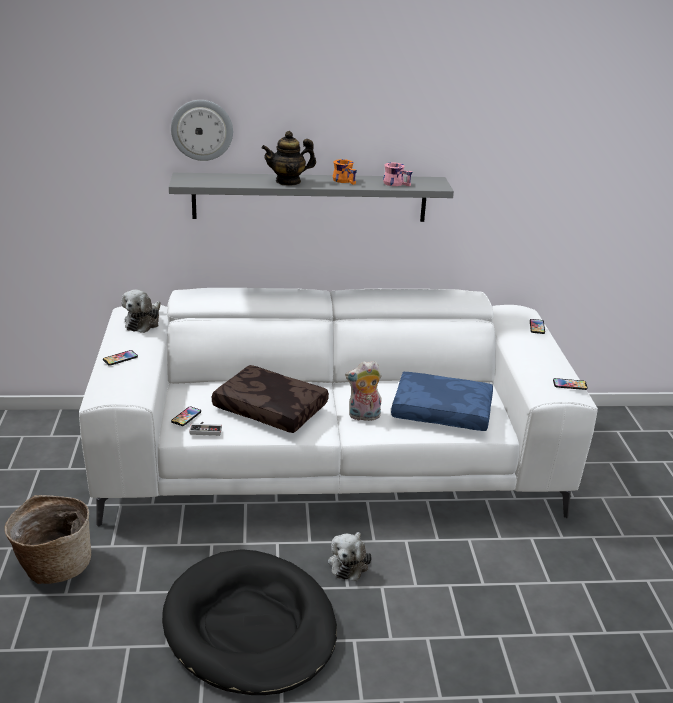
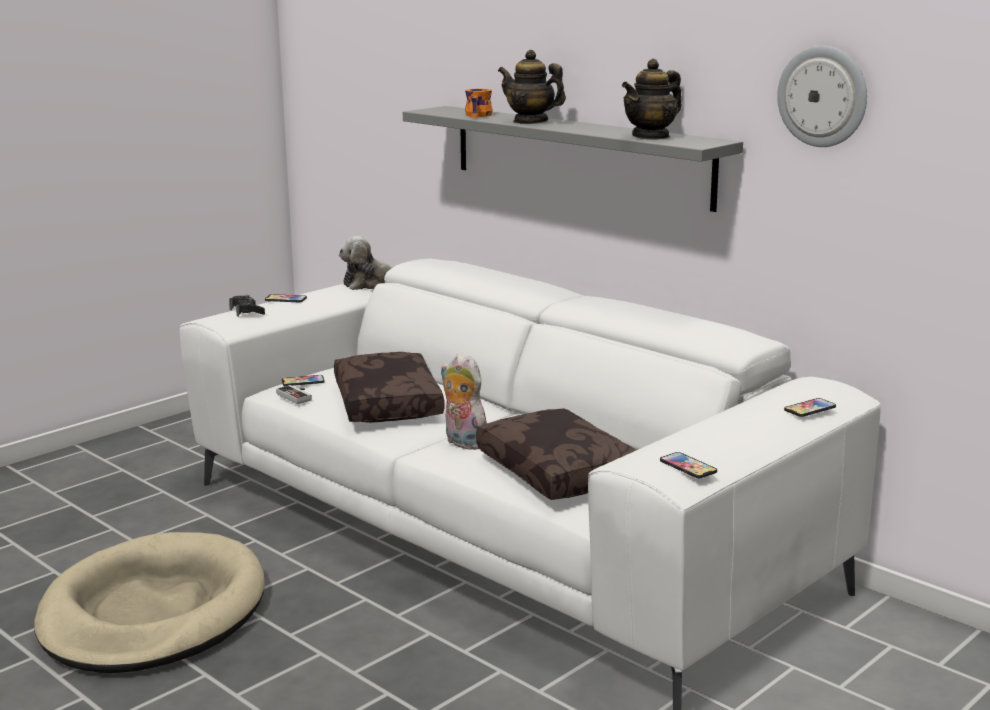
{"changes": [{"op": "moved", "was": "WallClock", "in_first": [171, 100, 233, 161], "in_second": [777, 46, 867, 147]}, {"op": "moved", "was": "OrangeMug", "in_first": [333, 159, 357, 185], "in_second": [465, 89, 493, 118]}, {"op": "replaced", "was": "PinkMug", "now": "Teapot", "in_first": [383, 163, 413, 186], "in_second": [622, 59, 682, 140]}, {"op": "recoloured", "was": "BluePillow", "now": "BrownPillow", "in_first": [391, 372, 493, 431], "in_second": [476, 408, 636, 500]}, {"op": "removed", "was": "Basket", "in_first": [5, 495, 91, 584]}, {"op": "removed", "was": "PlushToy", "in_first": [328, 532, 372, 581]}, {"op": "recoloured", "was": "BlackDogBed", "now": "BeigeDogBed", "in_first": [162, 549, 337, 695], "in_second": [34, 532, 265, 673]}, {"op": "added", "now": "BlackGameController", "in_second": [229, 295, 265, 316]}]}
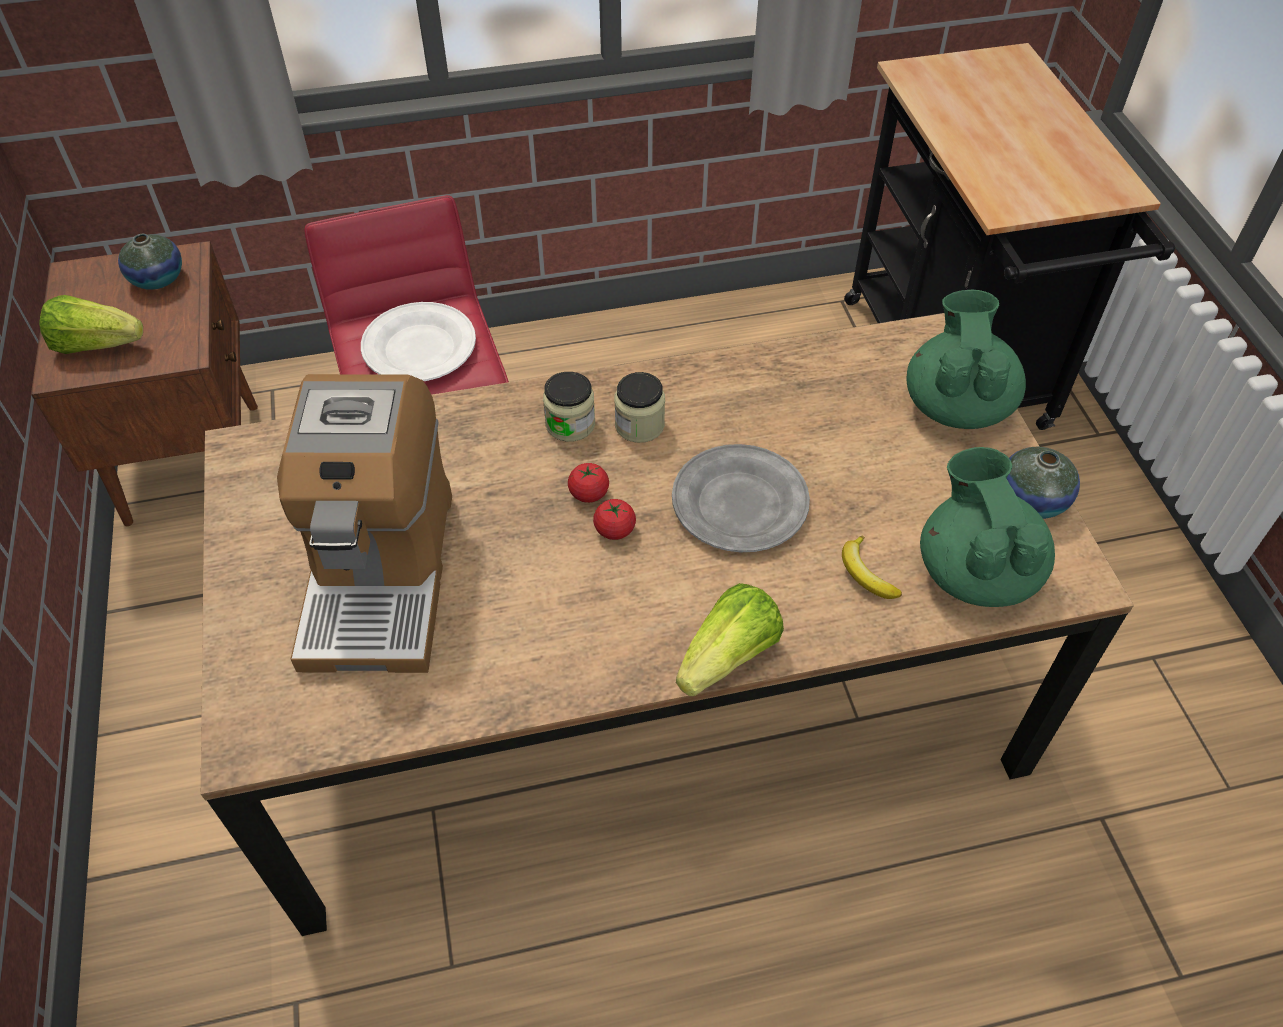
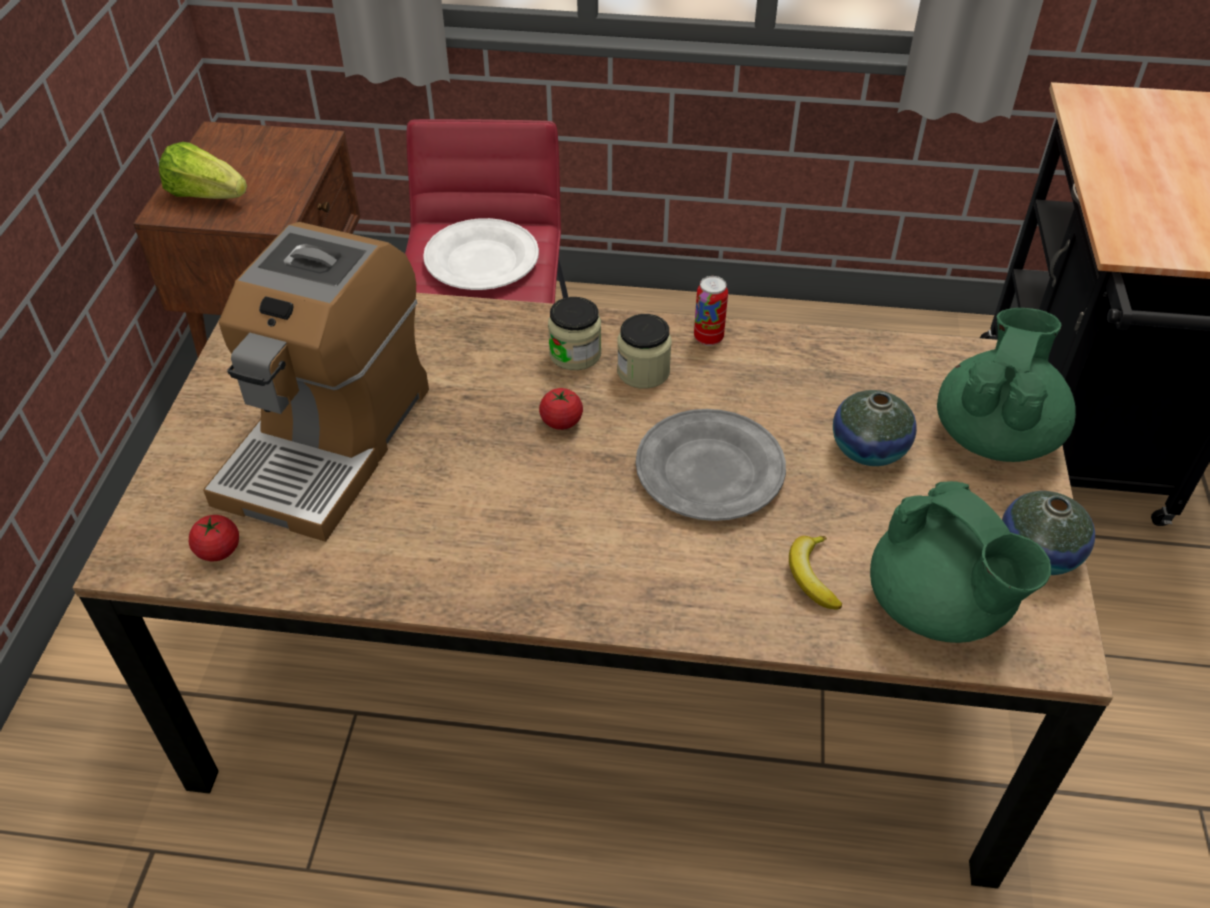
{"changes": [{"op": "moved", "was": "Vase", "in_first": [118, 234, 182, 290], "in_second": [833, 390, 917, 466]}, {"op": "turned", "was": "GreenTeapot", "in_first": [920, 447, 1055, 607], "in_second": [870, 481, 1051, 643], "clockwise": 135}, {"op": "moved", "was": "Tomato", "in_first": [593, 499, 636, 540], "in_second": [189, 515, 239, 561]}, {"op": "removed", "was": "Lettuce", "in_first": [676, 583, 784, 696]}, {"op": "added", "now": "Can", "in_second": [694, 276, 728, 346]}]}
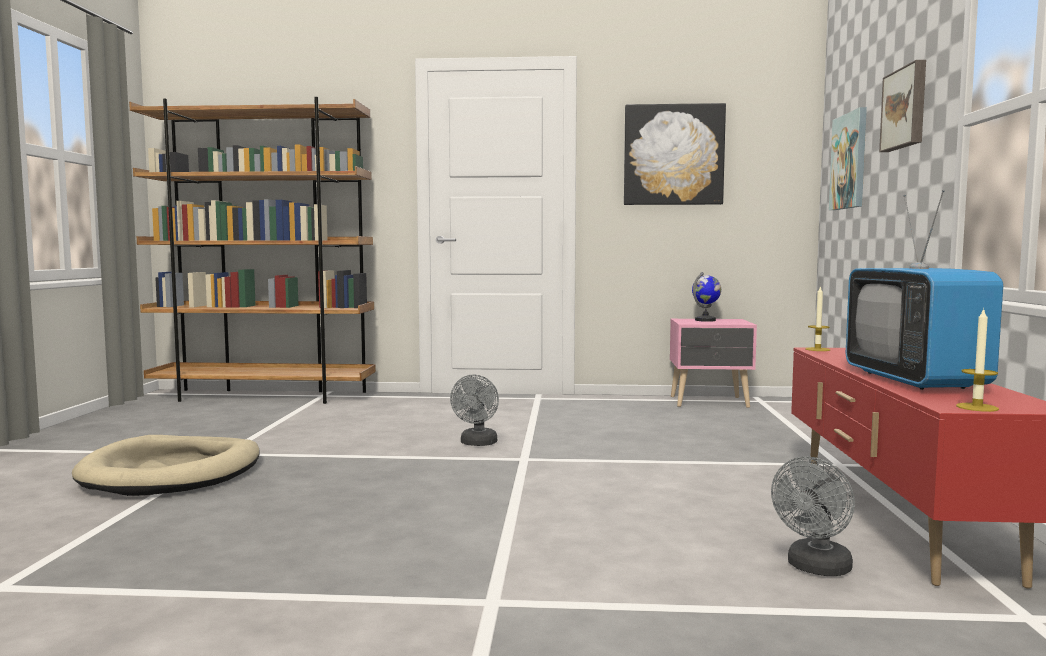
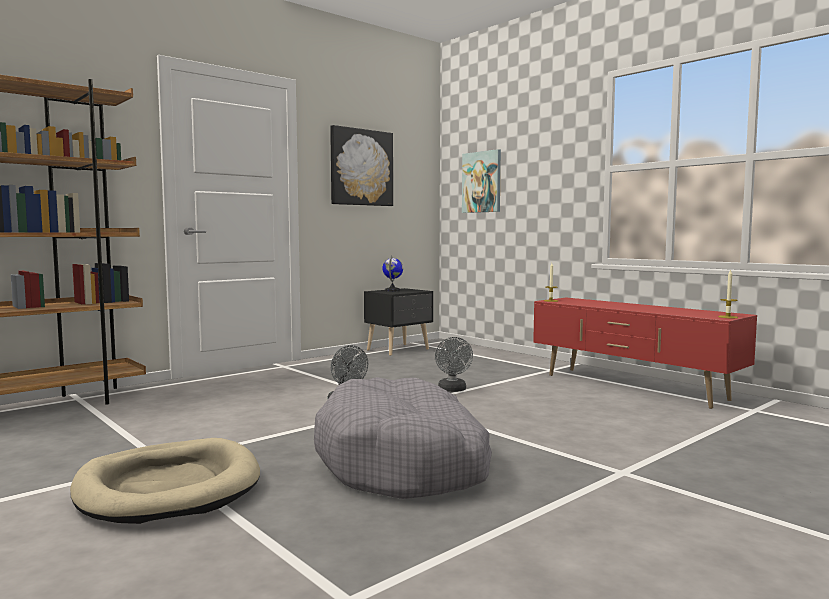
{"changes": [{"op": "removed", "was": "Picture", "in_first": [879, 60, 926, 152]}, {"op": "removed", "was": "Television", "in_first": [846, 190, 1003, 390]}, {"op": "recoloured", "was": "PinkNightstand", "now": "BlackNightstand", "in_first": [670, 319, 757, 408], "in_second": [364, 288, 433, 356]}, {"op": "moved", "was": "GreyFan", "in_first": [771, 456, 855, 576], "in_second": [435, 337, 473, 392]}, {"op": "added", "now": "GreyDogBed", "in_second": [314, 377, 492, 499]}]}
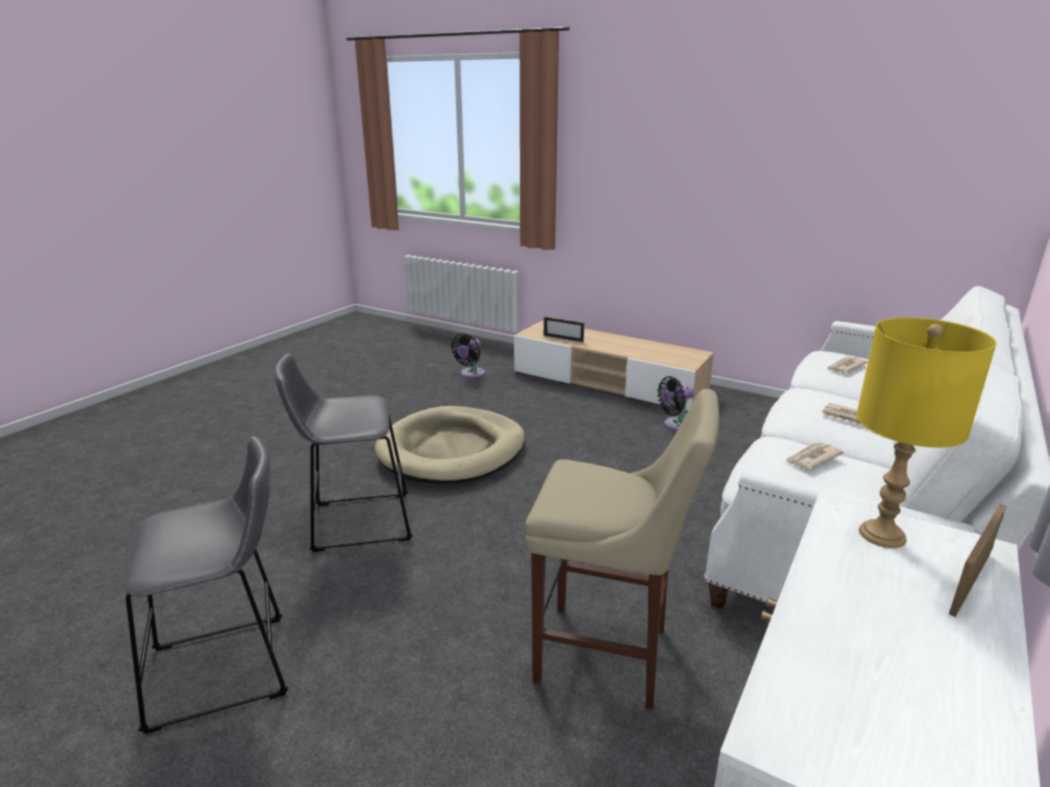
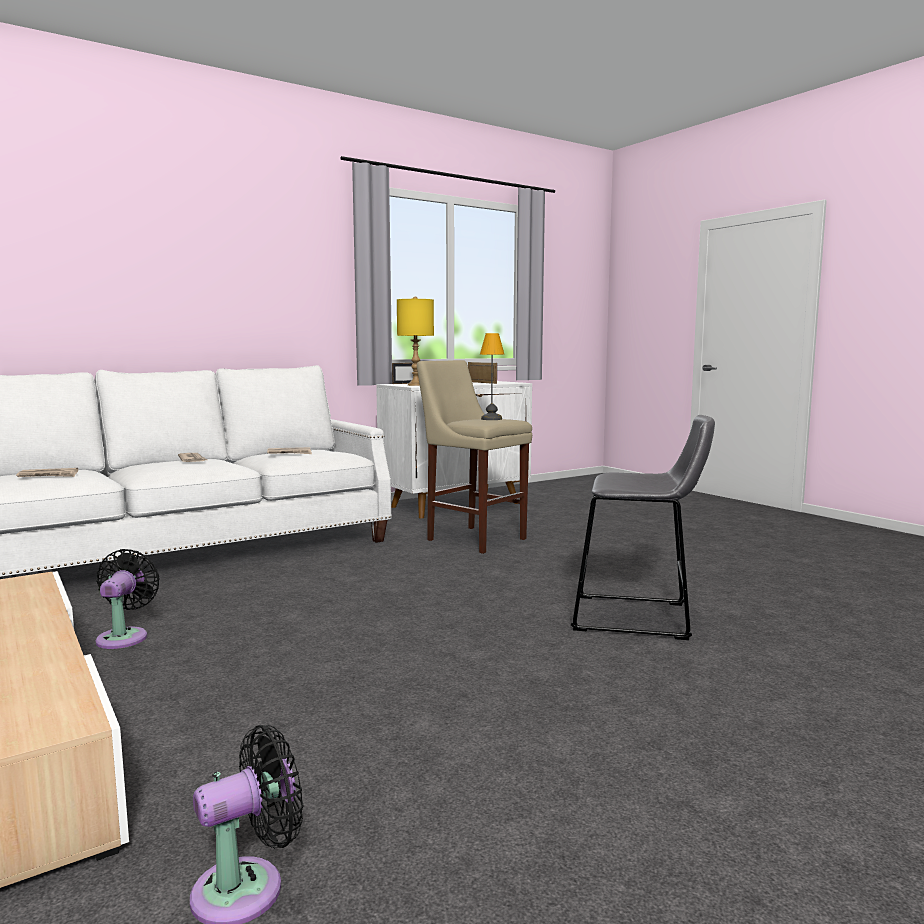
{"changes": [{"op": "moved", "was": "PictureFrame", "in_first": [544, 316, 584, 342], "in_second": [468, 362, 497, 384]}, {"op": "turned", "was": "BlackFan", "in_first": [657, 376, 694, 431], "in_second": [96, 549, 160, 649], "clockwise": -90}, {"op": "removed", "was": "BeigeDogBed", "in_first": [375, 406, 525, 484]}, {"op": "removed", "was": "GreyStool", "in_first": [124, 436, 288, 734]}, {"op": "added", "now": "TableLamp", "in_second": [480, 333, 505, 420]}]}
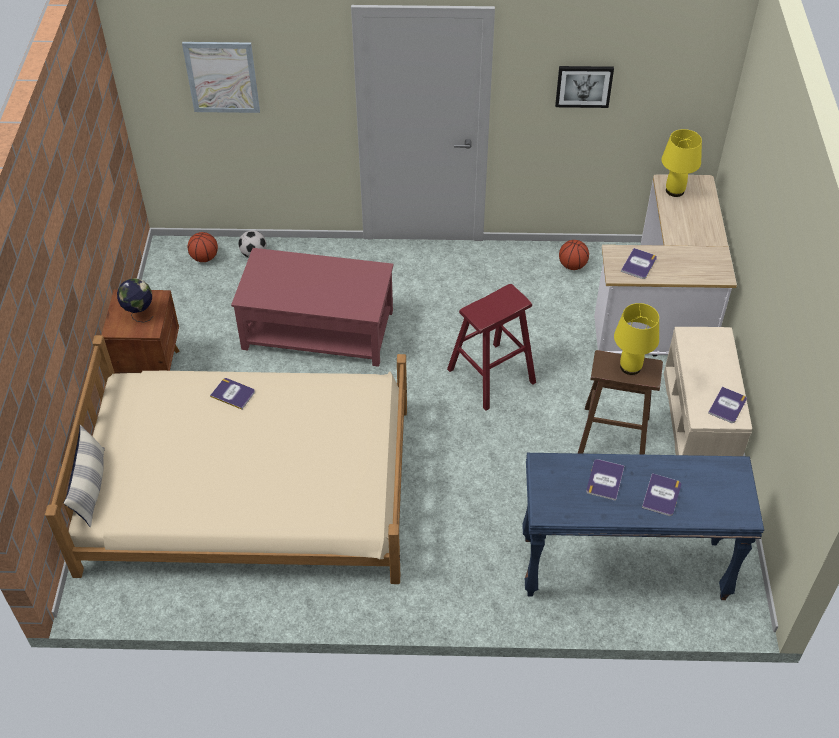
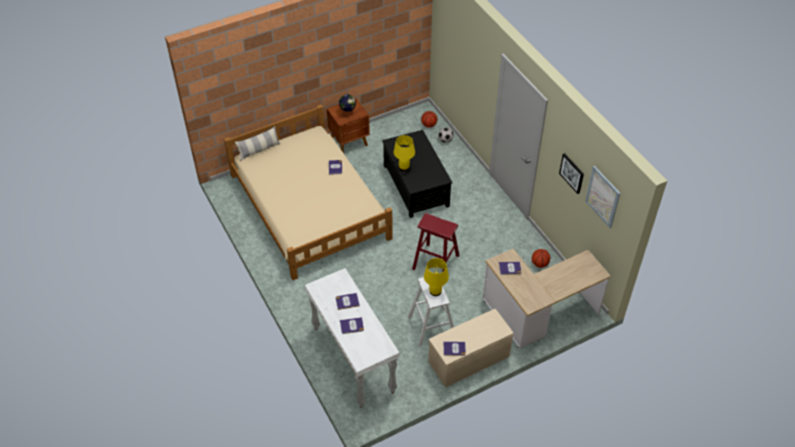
{"changes": [{"op": "moved", "was": "Picture", "in_first": [182, 42, 260, 113], "in_second": [585, 166, 620, 228]}, {"op": "moved", "was": "YellowTableLamp", "in_first": [662, 129, 702, 197], "in_second": [394, 135, 415, 171]}, {"op": "recoloured", "was": "RedCoffeeTable", "now": "BlackCoffeeTable", "in_first": [231, 248, 394, 367], "in_second": [382, 130, 452, 218]}, {"op": "recoloured", "was": "BrownStool", "now": "WhiteStool", "in_first": [578, 350, 663, 455], "in_second": [408, 277, 454, 347]}, {"op": "recoloured", "was": "BlueConsoleTable", "now": "WhiteConsoleTable", "in_first": [522, 453, 764, 600], "in_second": [305, 268, 400, 408]}]}
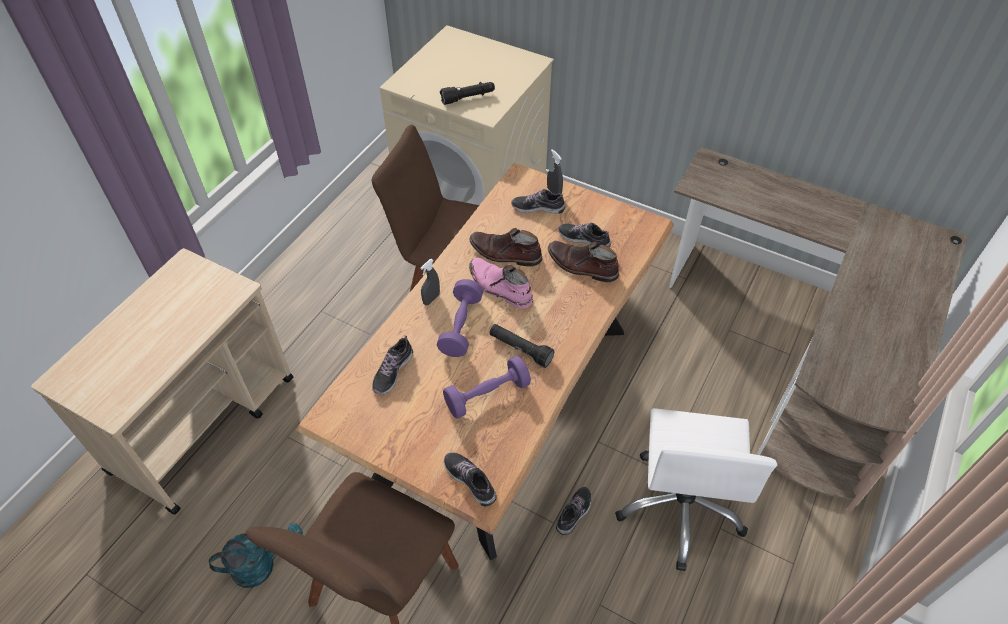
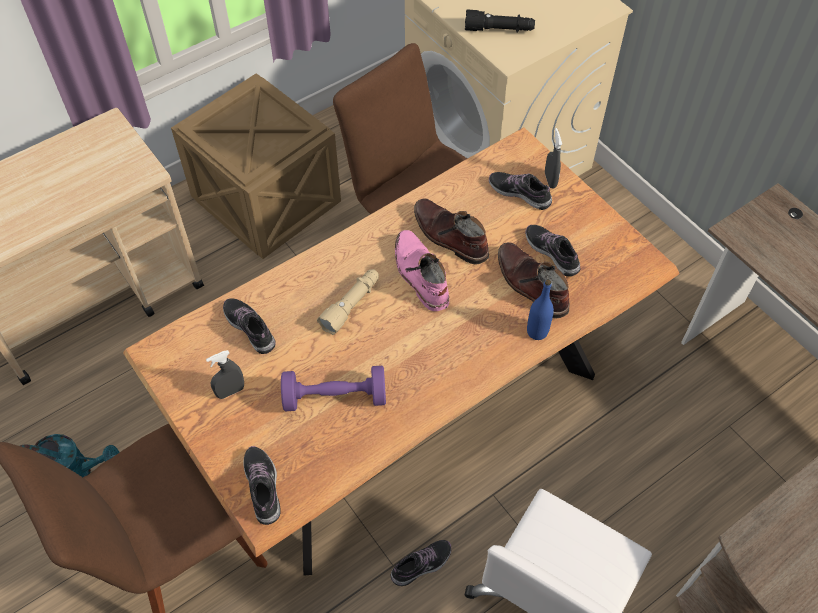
{"changes": [{"op": "moved", "was": "GreySprayBottle", "in_first": [420, 259, 440, 305], "in_second": [206, 350, 244, 399]}, {"op": "replaced", "was": "PurpleDumbbell", "now": "BeigeFlashlight", "in_first": [437, 279, 483, 357], "in_second": [317, 269, 379, 335]}, {"op": "removed", "was": "BlackFlashlight", "in_first": [490, 324, 554, 368]}, {"op": "turned", "was": "Shoe", "in_first": [372, 335, 413, 395], "in_second": [223, 299, 276, 354], "clockwise": 90}, {"op": "added", "now": "Crate", "in_second": [171, 73, 341, 259]}, {"op": "added", "now": "BlueBottle", "in_second": [527, 280, 554, 340]}]}
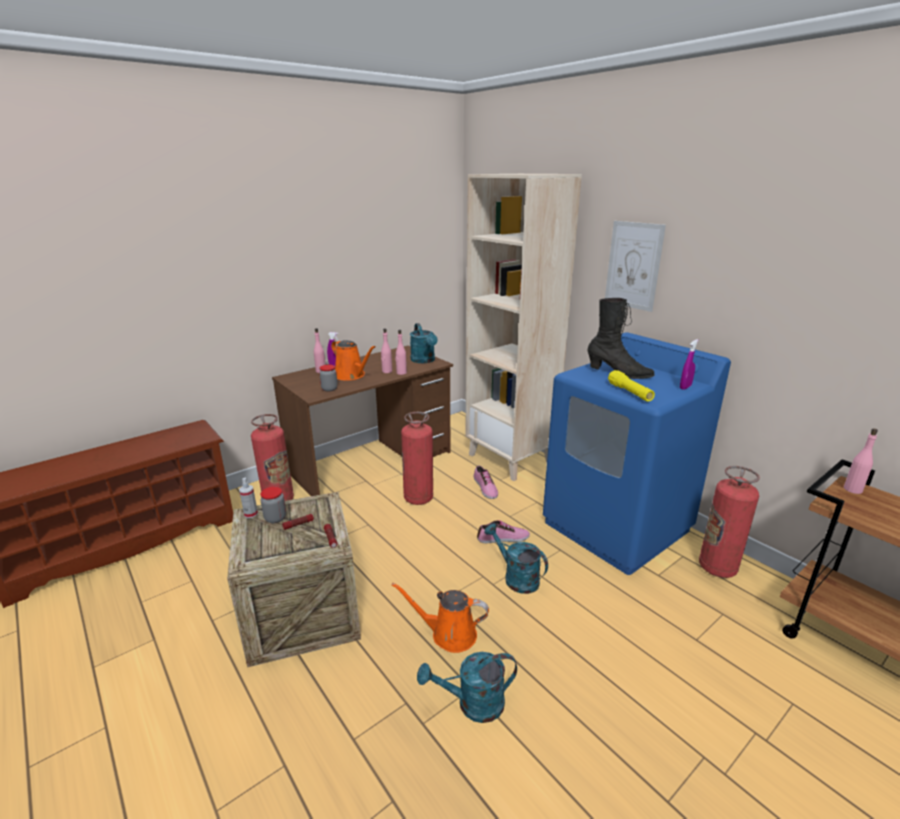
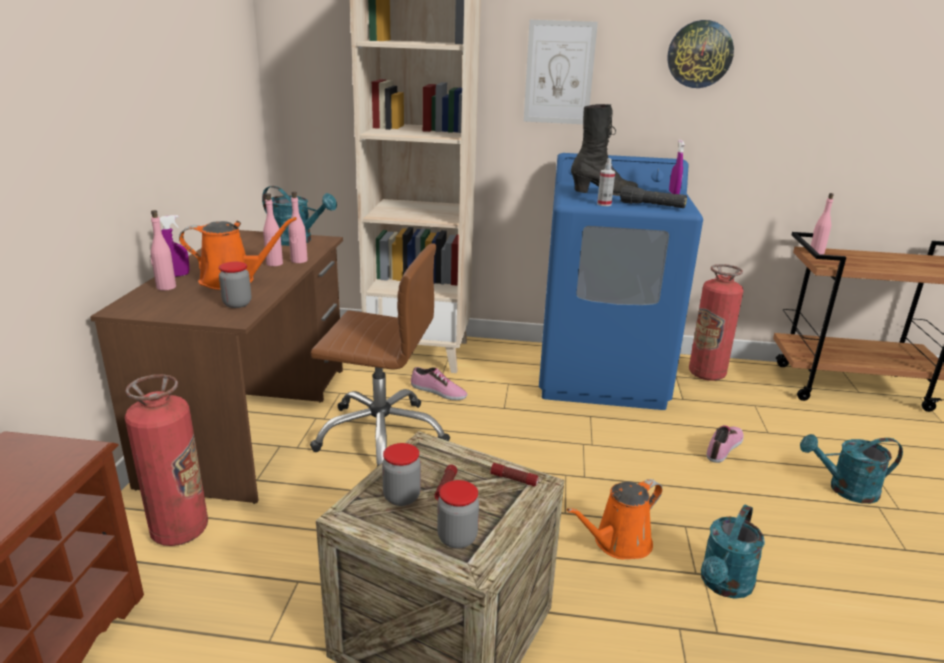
{"changes": [{"op": "recoloured", "was": "YellowFlashlight", "now": "BlackFlashlight", "in_first": [608, 370, 655, 401], "in_second": [620, 185, 687, 208]}, {"op": "replaced", "was": "FireExtinguisher", "now": "BrownOfficeChair", "in_first": [401, 412, 433, 505], "in_second": [310, 244, 450, 467]}, {"op": "moved", "was": "SprayBottle", "in_first": [239, 478, 258, 518], "in_second": [597, 158, 615, 206]}, {"op": "moved", "was": "Shoe", "in_first": [477, 520, 530, 543], "in_second": [707, 425, 744, 463]}, {"op": "moved", "was": "TurquoiseWateringCan", "in_first": [484, 523, 548, 594], "in_second": [800, 434, 903, 504]}, {"op": "added", "now": "WallClock", "in_second": [667, 20, 734, 88]}, {"op": "added", "now": "Jar", "in_second": [437, 480, 479, 549]}]}
